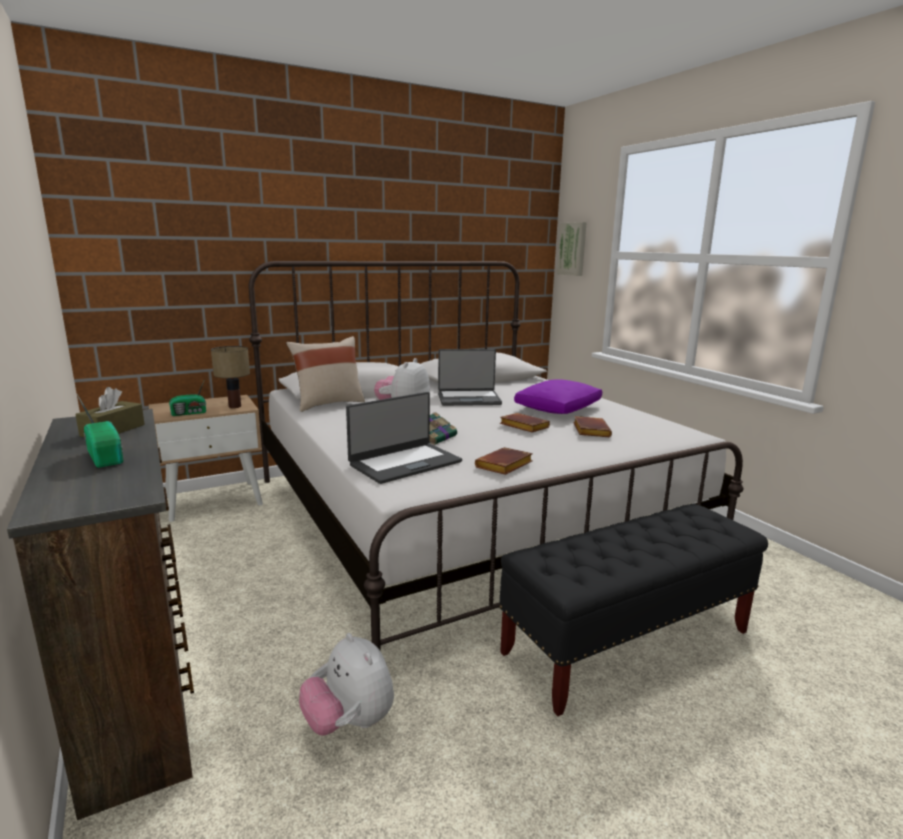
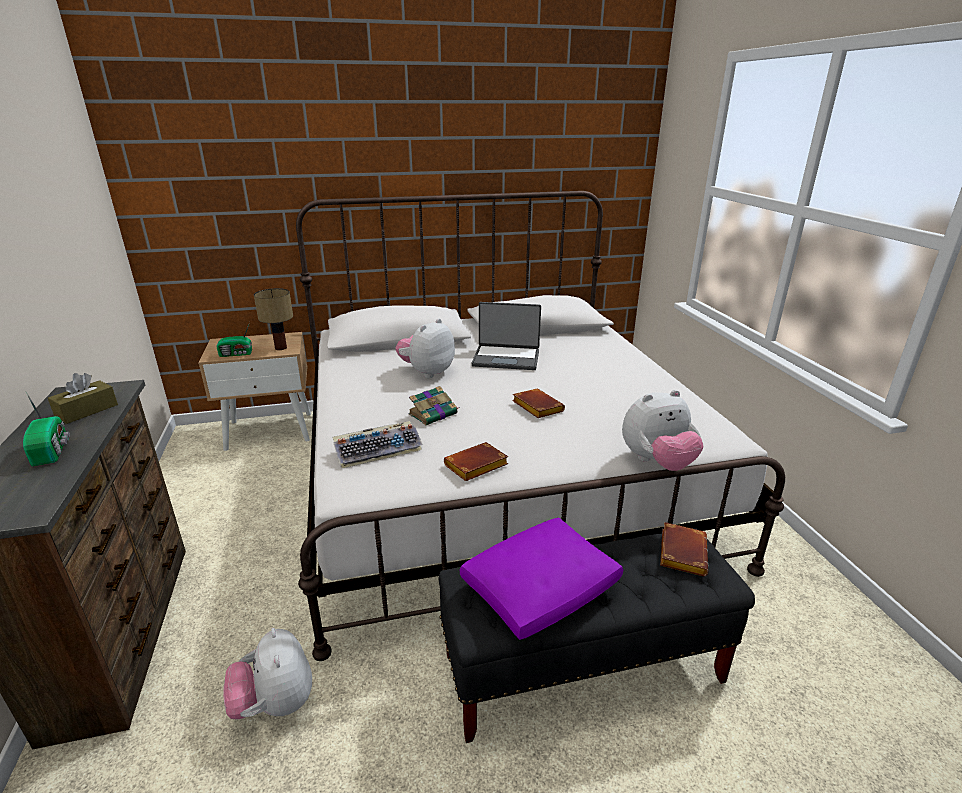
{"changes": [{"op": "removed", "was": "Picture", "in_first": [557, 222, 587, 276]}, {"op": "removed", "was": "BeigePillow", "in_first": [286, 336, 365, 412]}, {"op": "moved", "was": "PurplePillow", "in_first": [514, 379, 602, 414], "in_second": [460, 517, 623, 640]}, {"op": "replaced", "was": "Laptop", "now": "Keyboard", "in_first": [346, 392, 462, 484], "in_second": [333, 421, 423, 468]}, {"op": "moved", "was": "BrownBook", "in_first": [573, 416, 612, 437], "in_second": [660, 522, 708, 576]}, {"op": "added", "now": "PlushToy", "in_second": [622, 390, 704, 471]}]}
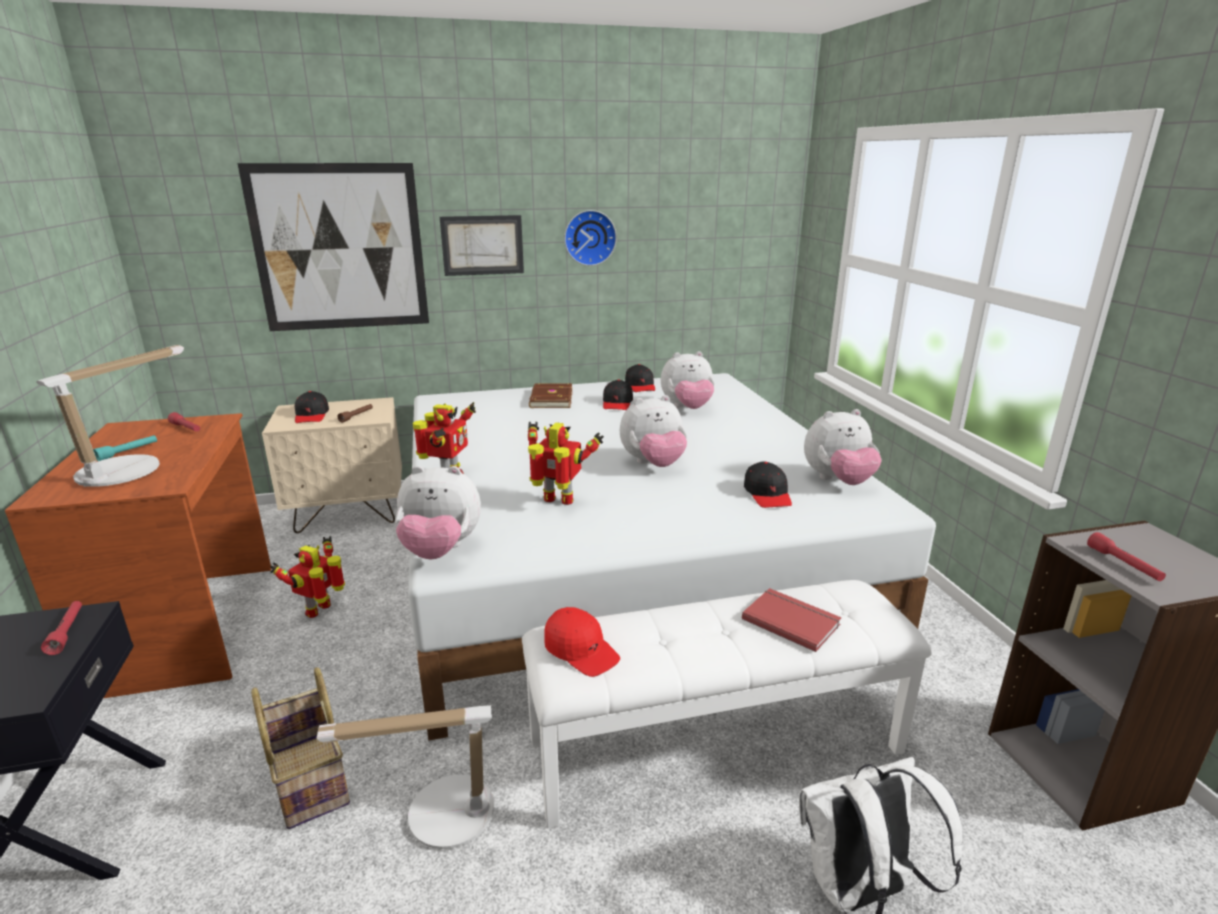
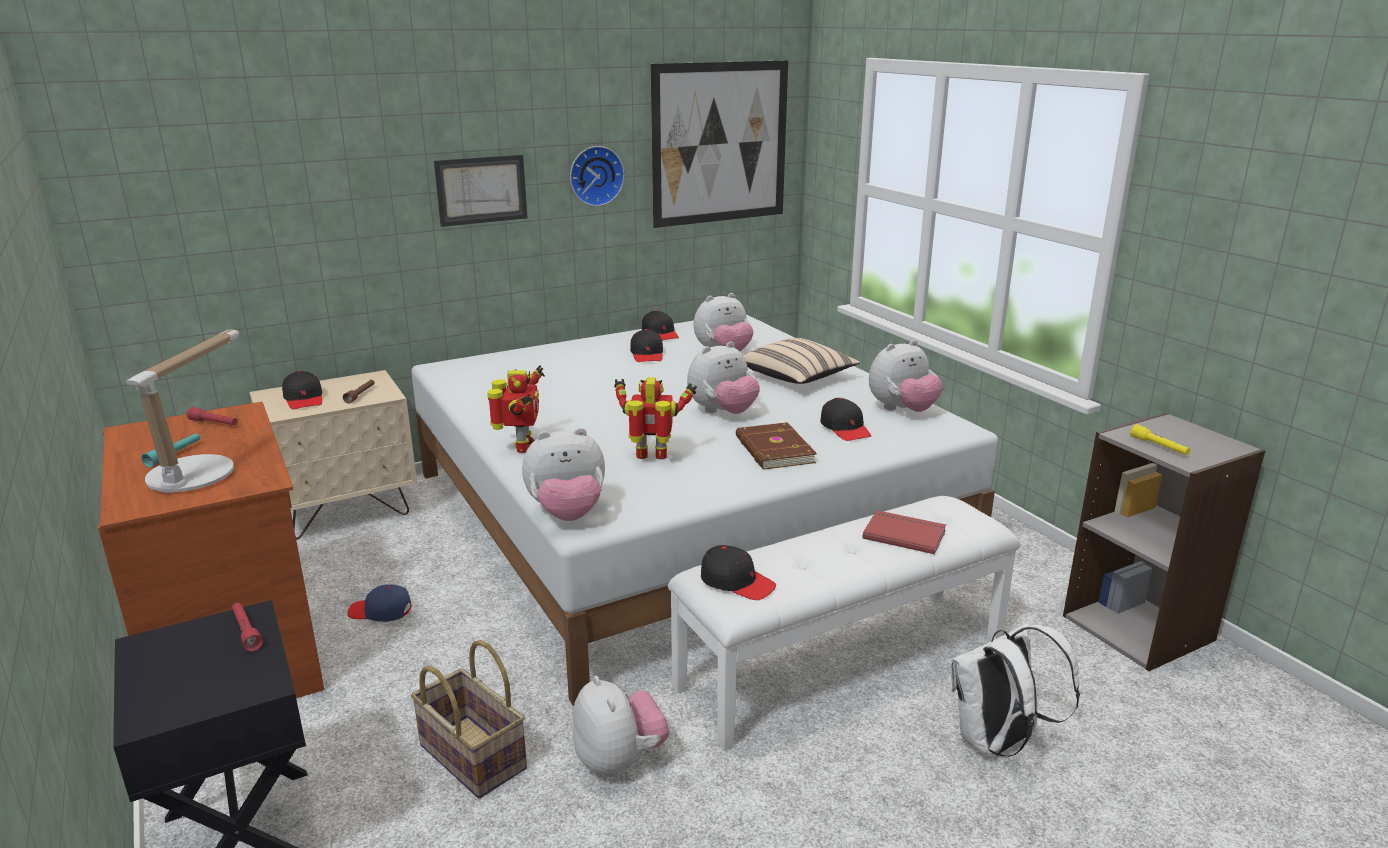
{"changes": [{"op": "moved", "was": "Picture", "in_first": [238, 163, 429, 331], "in_second": [651, 60, 788, 228]}, {"op": "moved", "was": "BrownBook", "in_first": [529, 383, 572, 408], "in_second": [736, 422, 817, 470]}, {"op": "recoloured", "was": "RedFlashlight", "now": "YellowFlashlight", "in_first": [1087, 532, 1166, 581], "in_second": [1130, 424, 1190, 455]}, {"op": "replaced", "was": "ToyRobot", "now": "BlueCap", "in_first": [270, 536, 345, 618], "in_second": [348, 584, 412, 622]}, {"op": "recoloured", "was": "RedCap", "now": "BlackCap", "in_first": [544, 607, 620, 677], "in_second": [701, 545, 776, 600]}, {"op": "replaced", "was": "TableLamp", "now": "PlushToy", "in_first": [317, 705, 494, 849], "in_second": [573, 676, 669, 777]}, {"op": "added", "now": "BeigePillow", "in_second": [744, 338, 860, 384]}]}
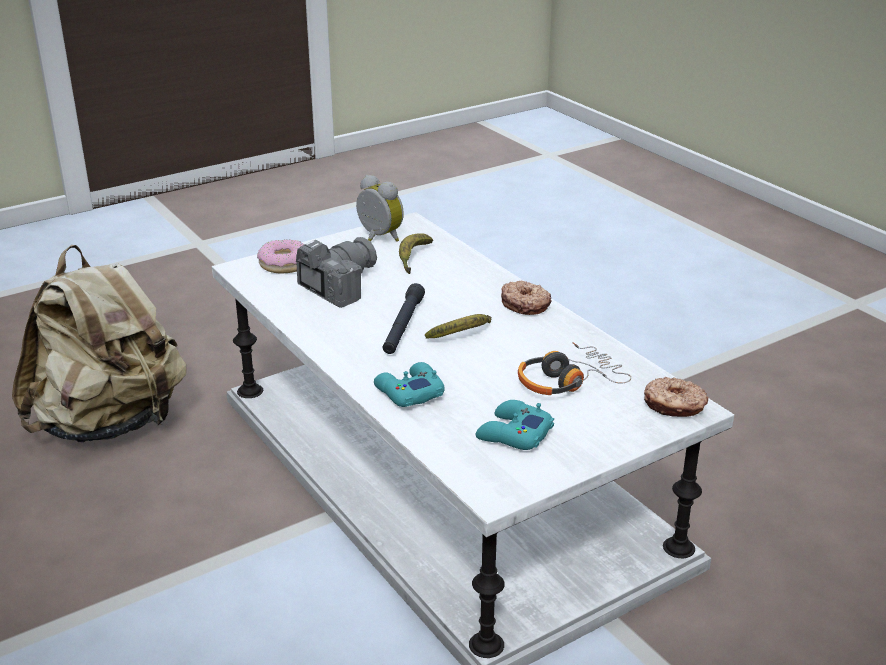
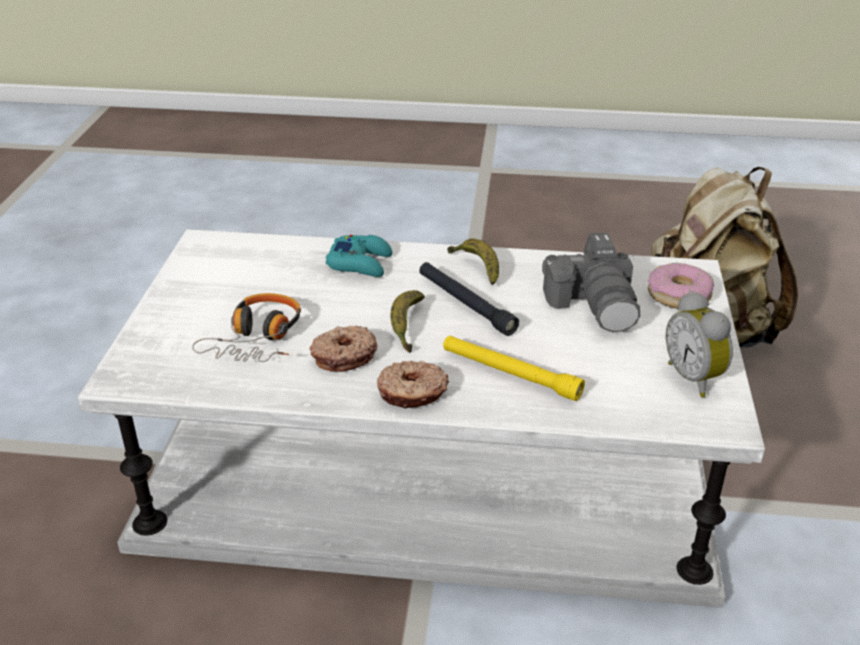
{"changes": [{"op": "turned", "was": "AlarmClock", "in_first": [356, 175, 404, 242], "in_second": [666, 291, 733, 397], "clockwise": 75}, {"op": "moved", "was": "Banana", "in_first": [399, 233, 433, 274], "in_second": [447, 239, 499, 285]}, {"op": "moved", "was": "Donut", "in_first": [644, 377, 709, 417], "in_second": [309, 326, 377, 372]}, {"op": "removed", "was": "TurquoiseGameController", "in_first": [476, 400, 554, 450]}, {"op": "added", "now": "YellowFlashlight", "in_second": [443, 336, 585, 401]}]}
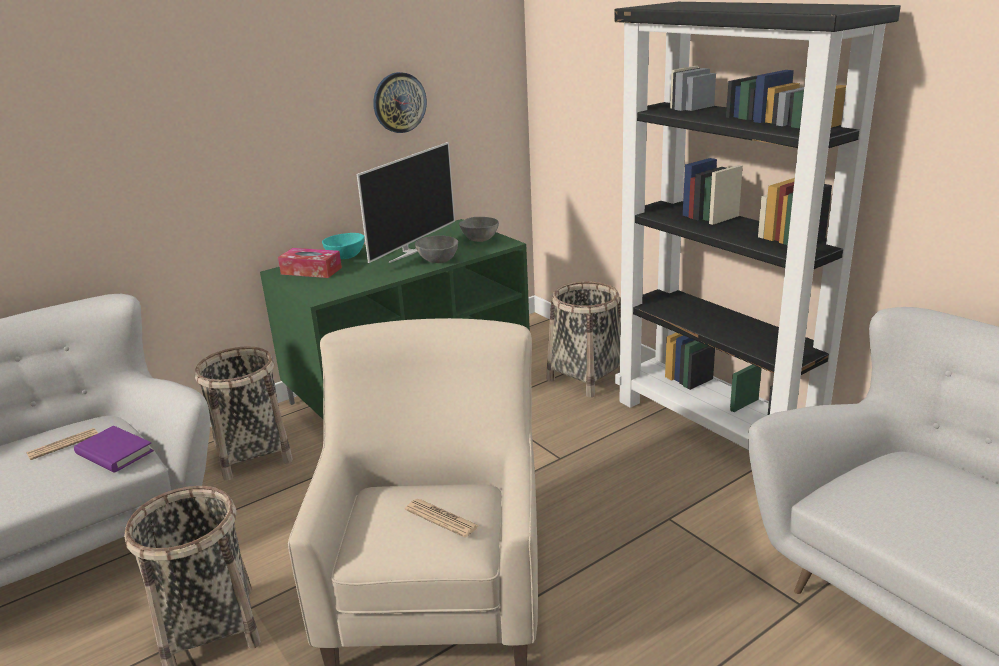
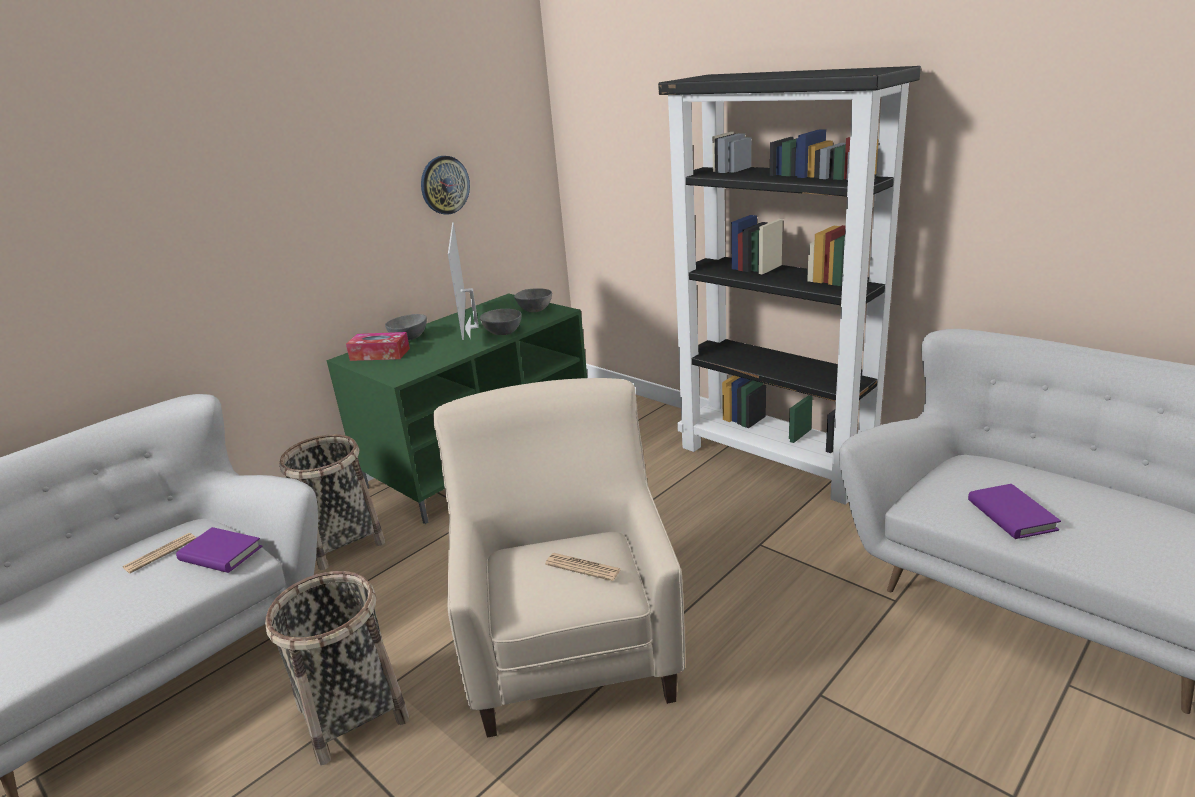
{"changes": [{"op": "turned", "was": "Television", "in_first": [357, 142, 455, 263], "in_second": [448, 222, 479, 340], "clockwise": 150}, {"op": "recoloured", "was": "TurquoiseBowl", "now": "GreyBowl", "in_first": [322, 233, 365, 259], "in_second": [385, 314, 427, 340]}, {"op": "removed", "was": "Basket", "in_first": [547, 281, 621, 397]}, {"op": "added", "now": "PurpleBook", "in_second": [968, 484, 1061, 539]}]}
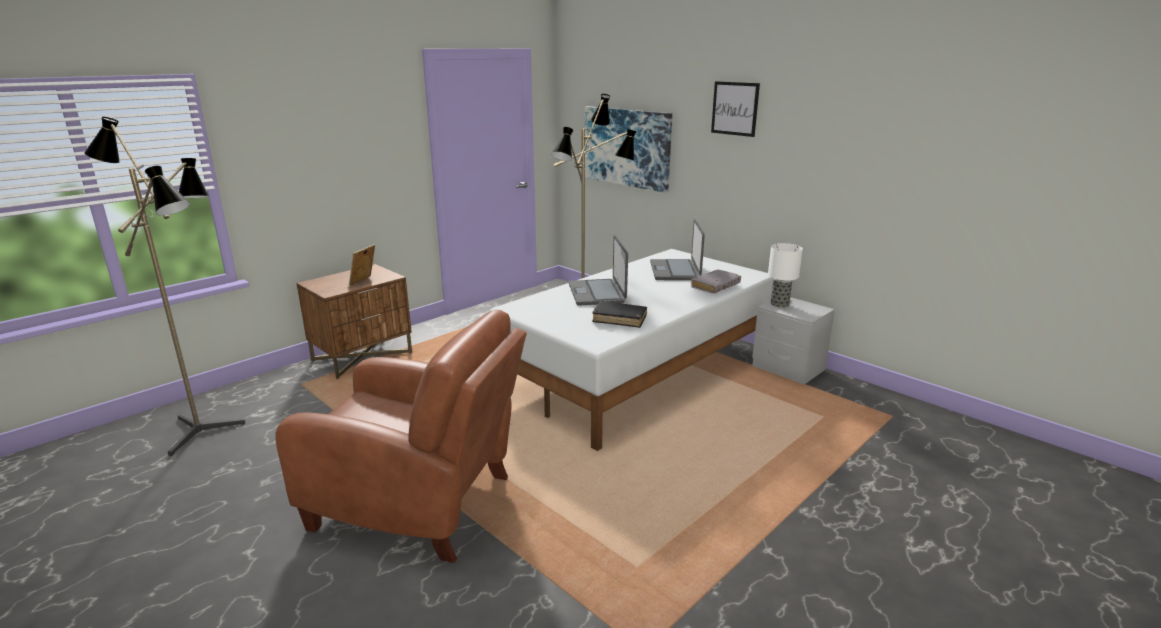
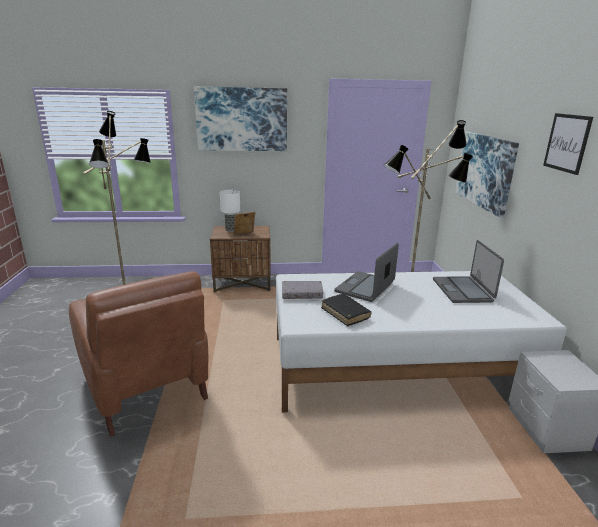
{"changes": [{"op": "turned", "was": "Laptop", "in_first": [650, 219, 705, 280], "in_second": [433, 240, 504, 303], "clockwise": -45}, {"op": "moved", "was": "TableLamp", "in_first": [768, 243, 803, 308], "in_second": [220, 190, 240, 232]}, {"op": "moved", "was": "GreyBook", "in_first": [691, 270, 741, 293], "in_second": [282, 281, 323, 299]}, {"op": "added", "now": "Picture", "in_second": [194, 87, 287, 151]}]}
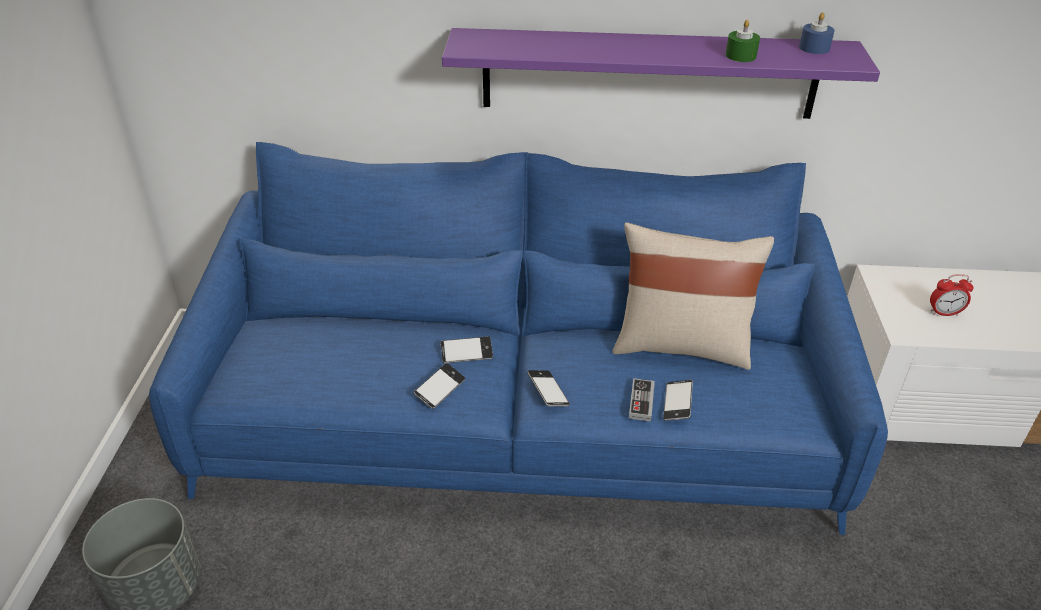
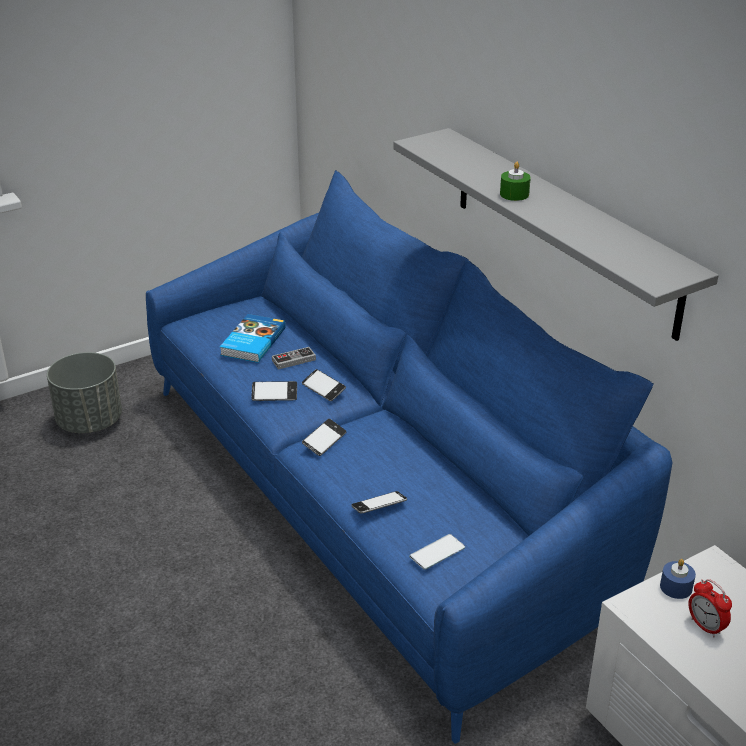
{"changes": [{"op": "moved", "was": "BlueCandle", "in_first": [799, 12, 835, 54], "in_second": [660, 559, 696, 599]}, {"op": "moved", "was": "GreenCandle", "in_first": [725, 20, 760, 62], "in_second": [500, 162, 531, 201]}, {"op": "recoloured", "was": "PurpleShelf", "now": "GreyShelf", "in_first": [442, 28, 880, 119], "in_second": [393, 128, 719, 341]}, {"op": "removed", "was": "BeigePillow", "in_first": [612, 223, 774, 370]}, {"op": "moved", "was": "GameController", "in_first": [629, 378, 655, 422], "in_second": [272, 347, 316, 370]}, {"op": "added", "now": "Book", "in_second": [220, 314, 286, 363]}, {"op": "added", "now": "Phone", "in_second": [409, 534, 465, 570]}]}
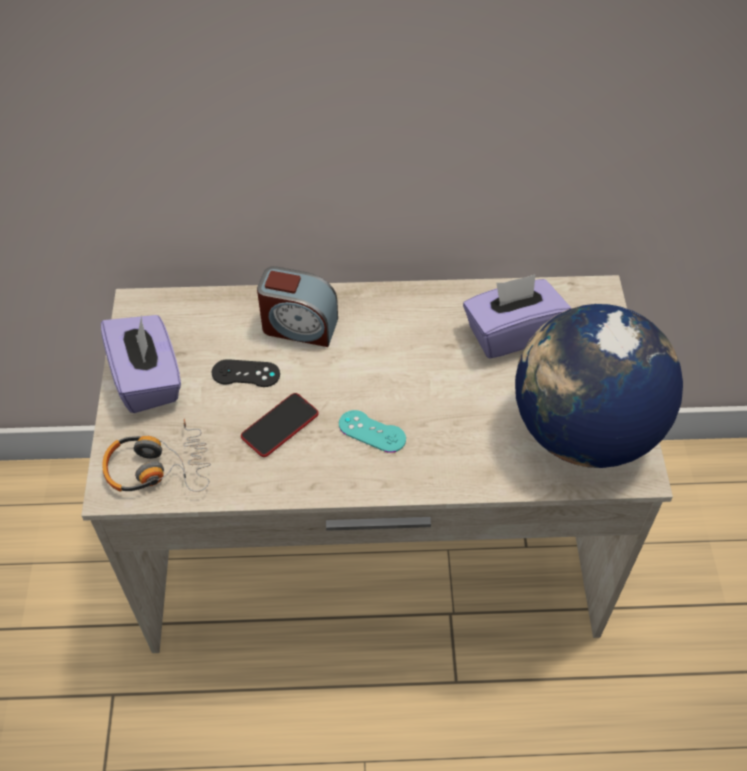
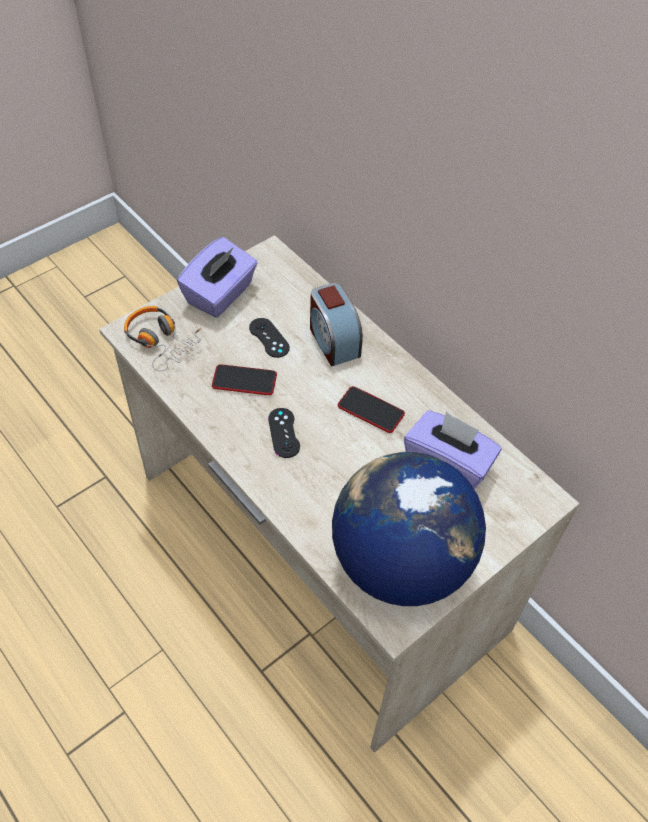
{"changes": [{"op": "recoloured", "was": "TurquoiseGameController", "now": "BlackGameController", "in_first": [339, 410, 406, 453], "in_second": [268, 408, 300, 458]}, {"op": "added", "now": "Phone", "in_second": [338, 386, 405, 433]}]}
